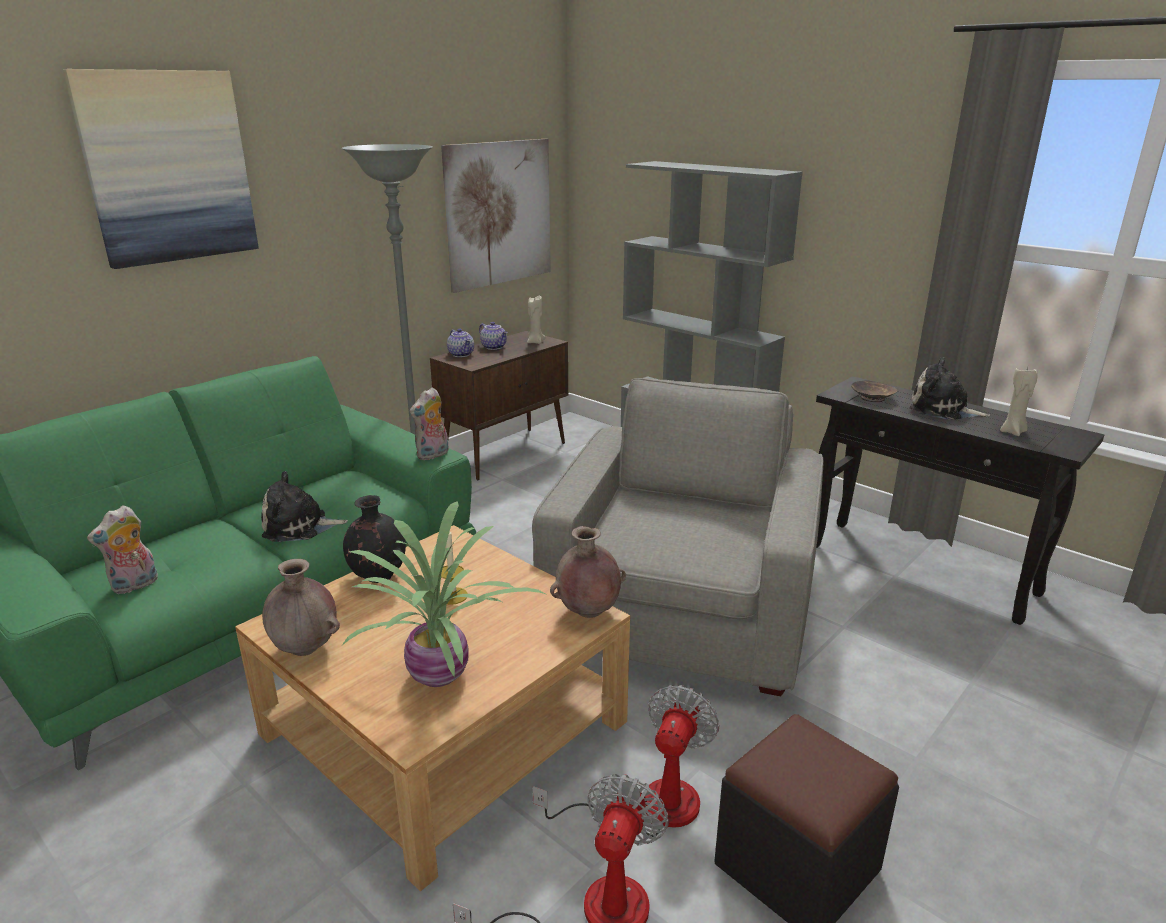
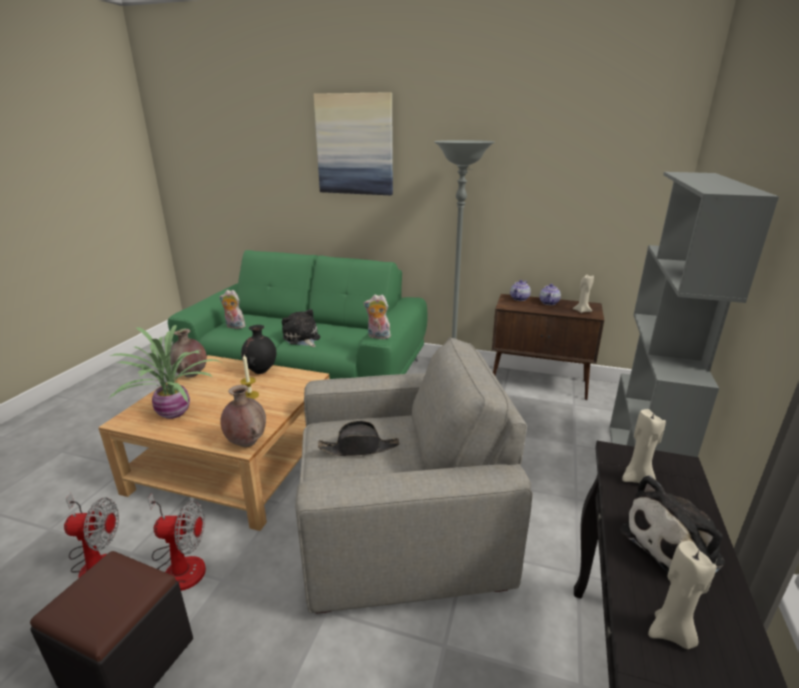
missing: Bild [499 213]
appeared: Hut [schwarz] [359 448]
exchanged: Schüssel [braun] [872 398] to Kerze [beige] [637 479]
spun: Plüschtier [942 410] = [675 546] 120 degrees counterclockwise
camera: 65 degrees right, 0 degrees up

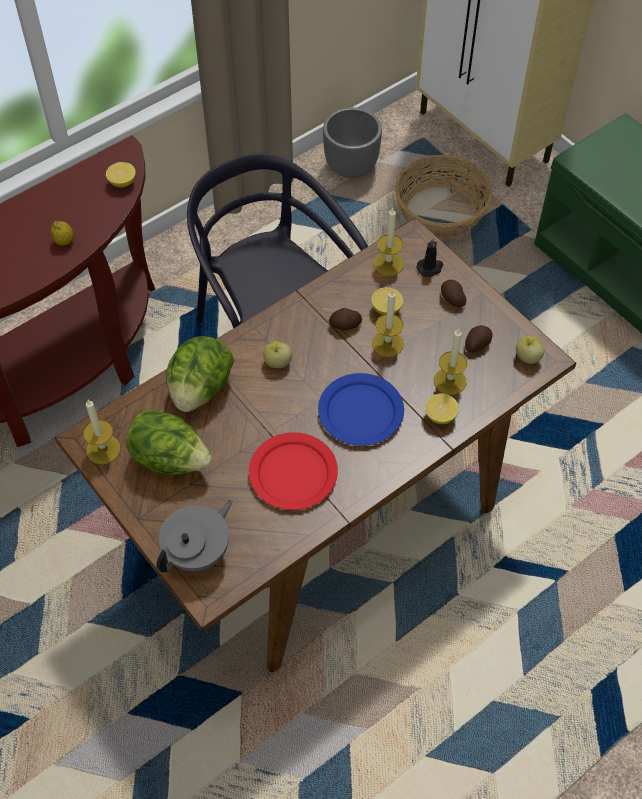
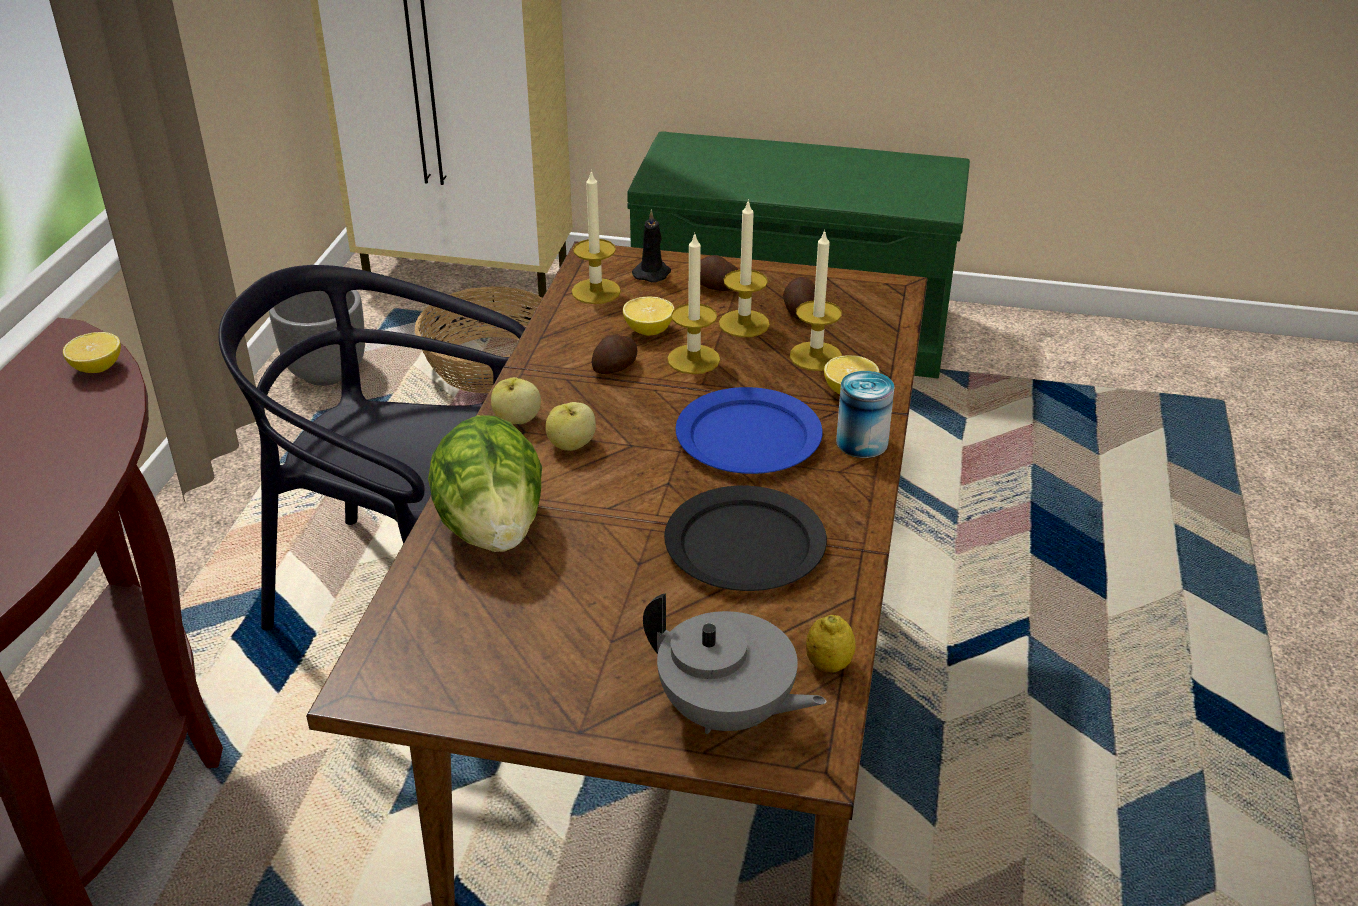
missing: Salatkopf [170 459]
appeared: Dose [862 442]
relocated: Zitrone [64 241] to [828 664]; Kerze [103 449] to [744 323]; Apfel [527 357] to [516 420]
colour: Teller [rot] [292 473] to Teller [schwarz] [743 545]
spun: Teekanne [grau] [198 551] = [727 712] 120 degrees clockwise
camera: 40 degrees left, 20 degrees down

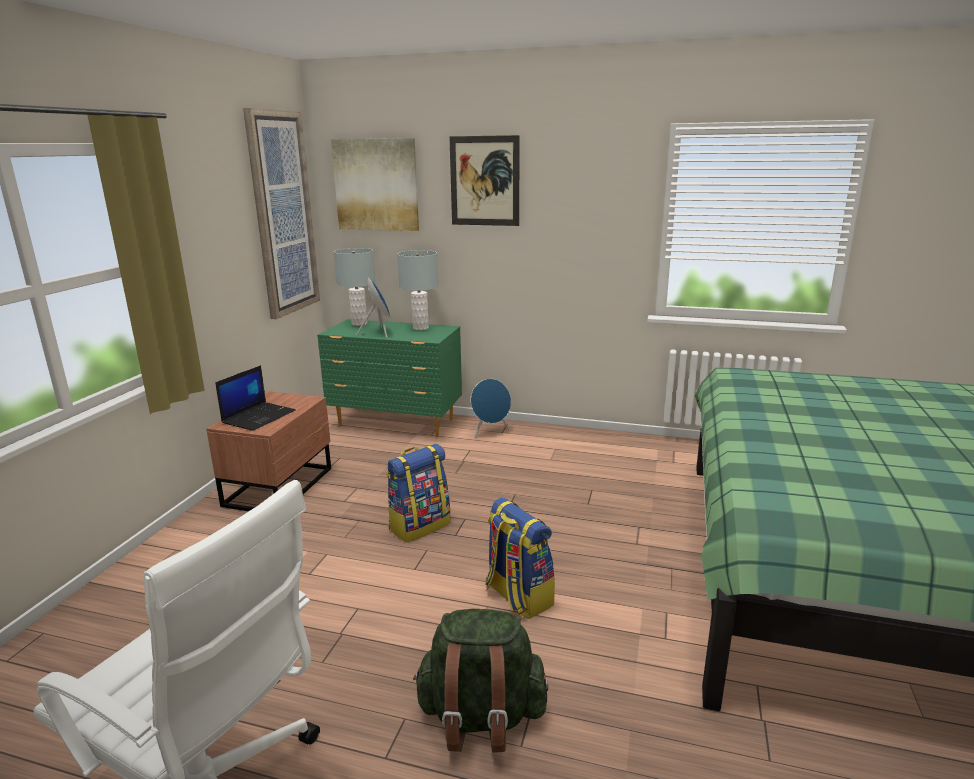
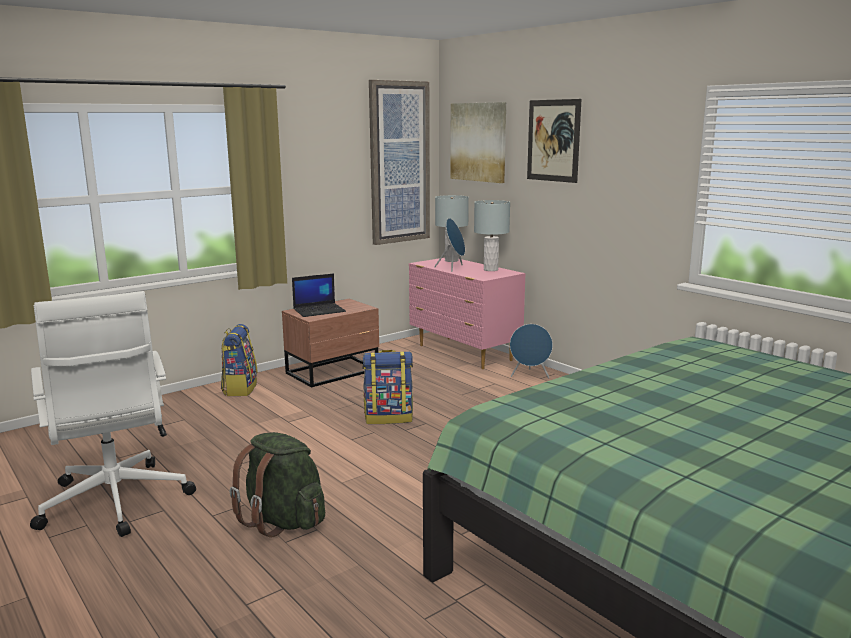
relocated: Rucksack [517 596] to [240 388]
colour: Kommode [grün] [396 423] to Kommode [rosa] [464 353]
camera: 35 degrees right, 5 degrees down

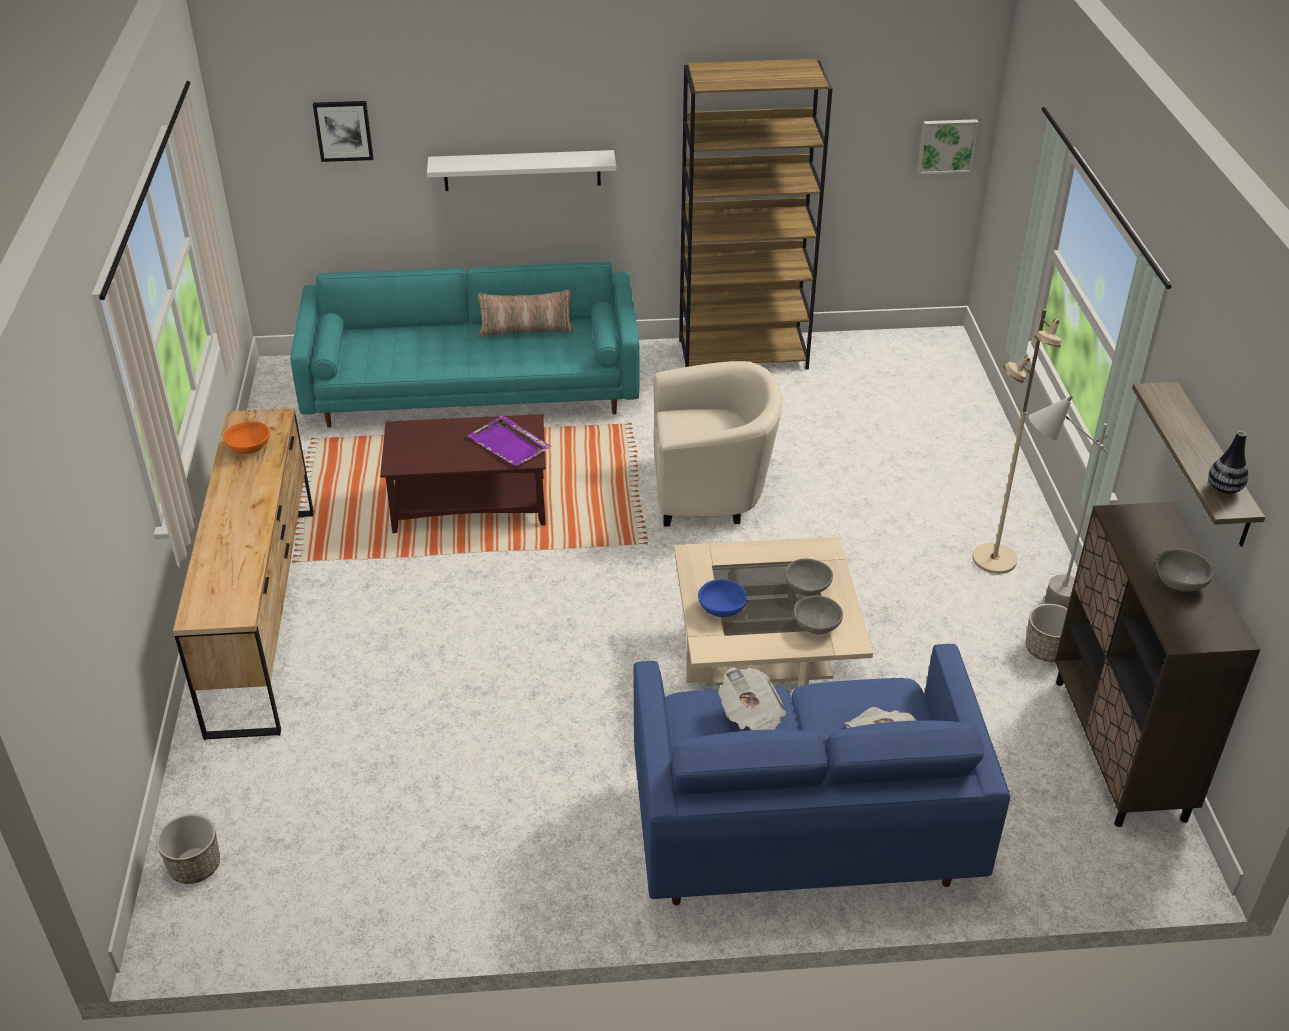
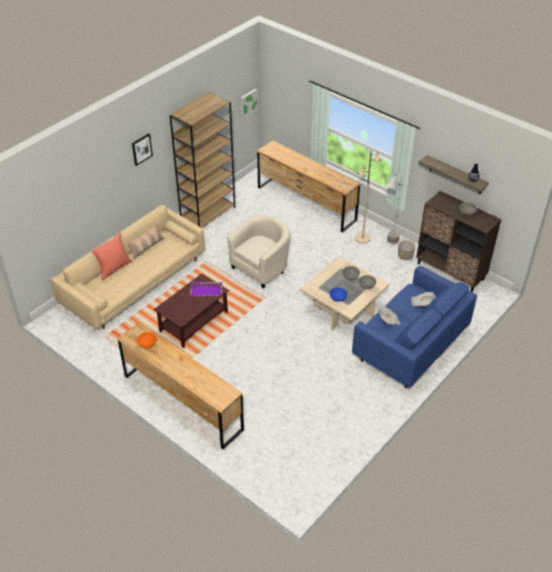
missing: Pflanzkübel [195 866]; Wandregal [weiß] [522 170]
appeared: Kissen [rot] [114 268]; Kommode [braun] [306 204]
relocated: Bild [343 130] to [141 149]
colour: Sofa [türkis] [473 388] to Sofa [beige] [134 282]
camera: 45 degrees left, 5 degrees up

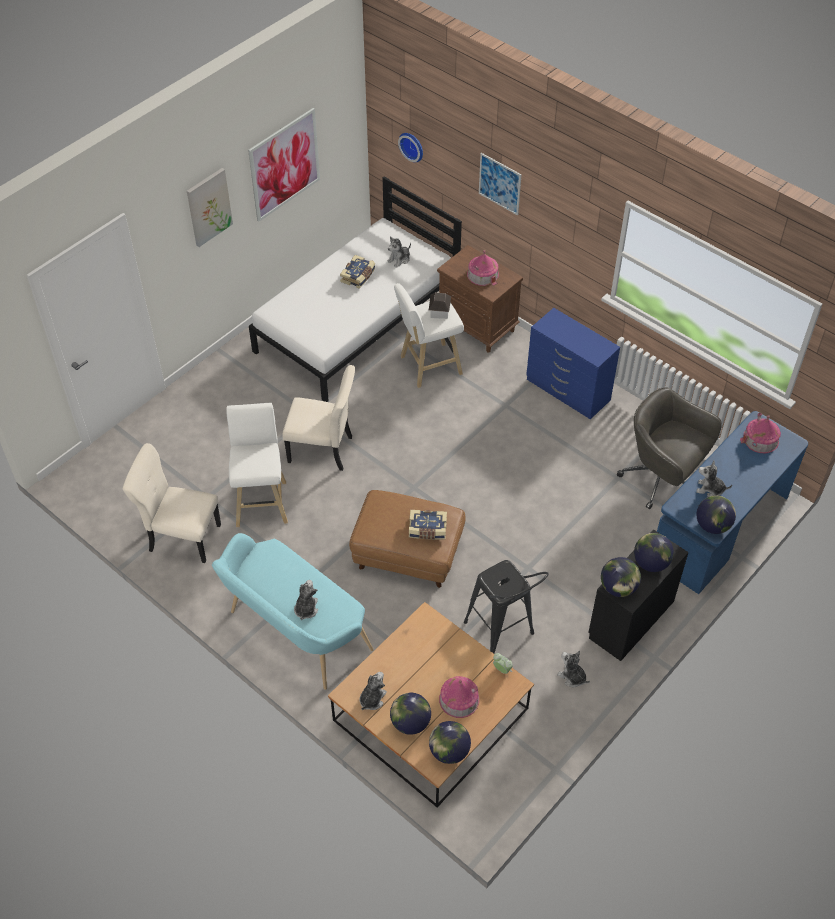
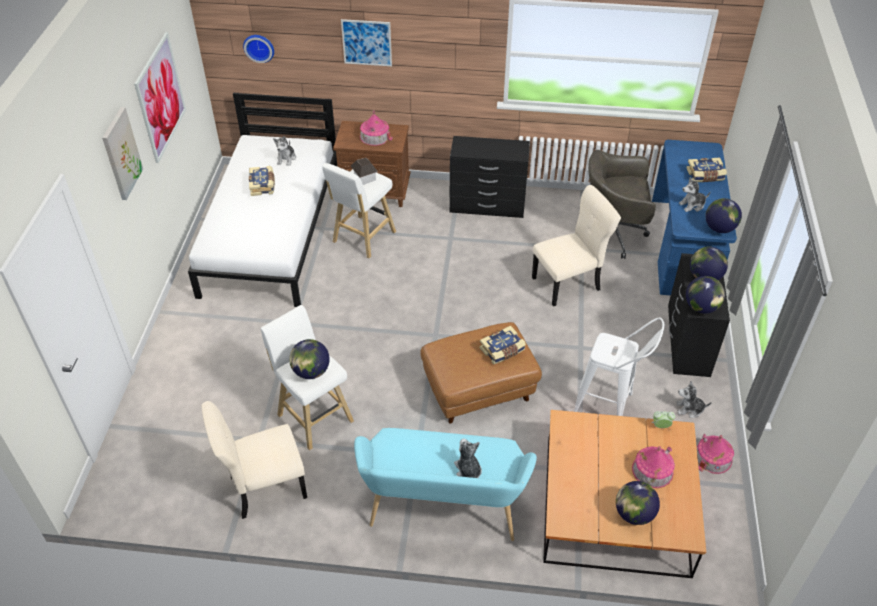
missing: Plüschtier [372 699]
appeared: Buch [705 175]
relocated: Stuhl [beige] [323 450] to [568 283]; Globus [449 751] to [311 371]; Spielzeughaus [760 439] to [712 457]
colour: Hocker [schwarz] [502 633] to Hocker [weiß] [609 407]; Kommode [blau] [568 390] to Kommode [schwarz] [487 206]
camera: 35 degrees left, 5 degrees down

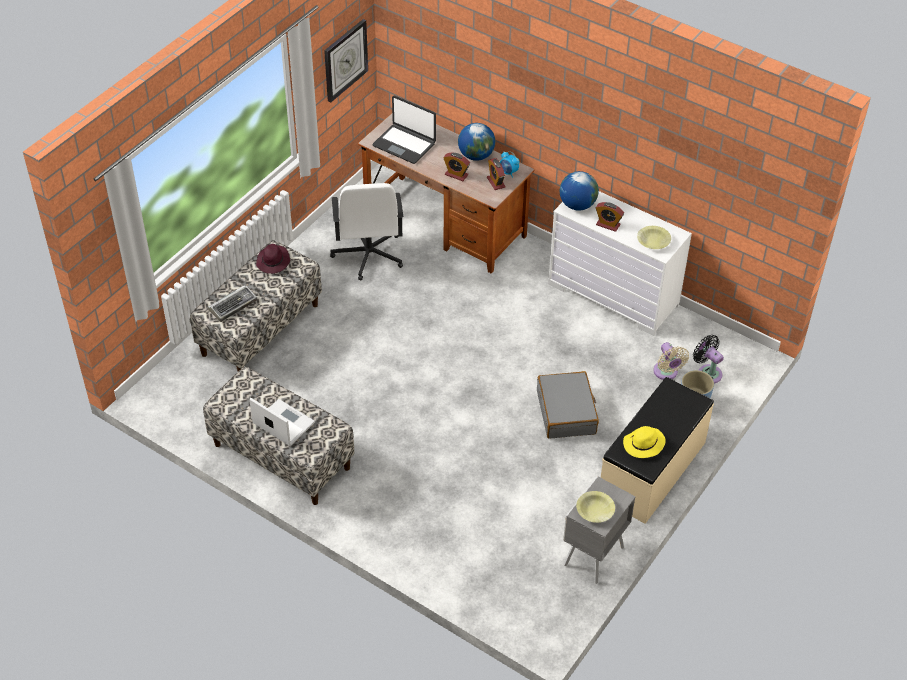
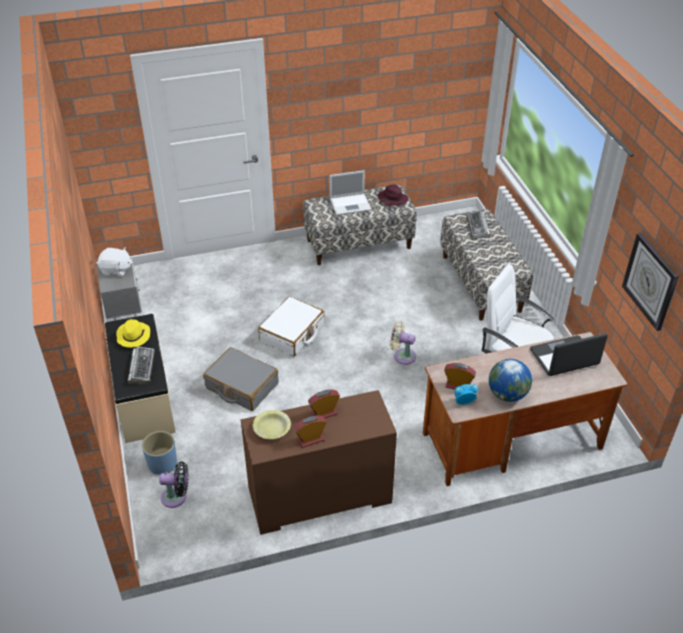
missing: Globus [577 205]
appeared: Tastatur [141 367]; Koffer [weiß] [292 333]
relocated: Hut [lila] [273 262] to [392 199]; Wecker [456 175] to [310 439]; Ventilator [beige] [666 373] to [402 356]
exchanged: Schüssel [gelb] [595 511] to Plüschtier [weiß] [116 270]
colour: Kommode [weiß] [613 295] to Kommode [braun] [319 498]
camera: 130 degrees right, 5 degrees down

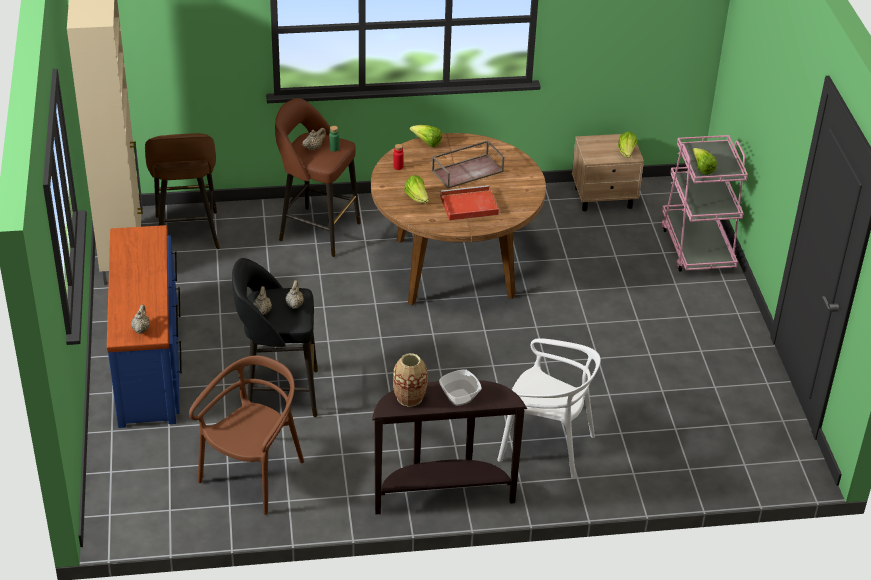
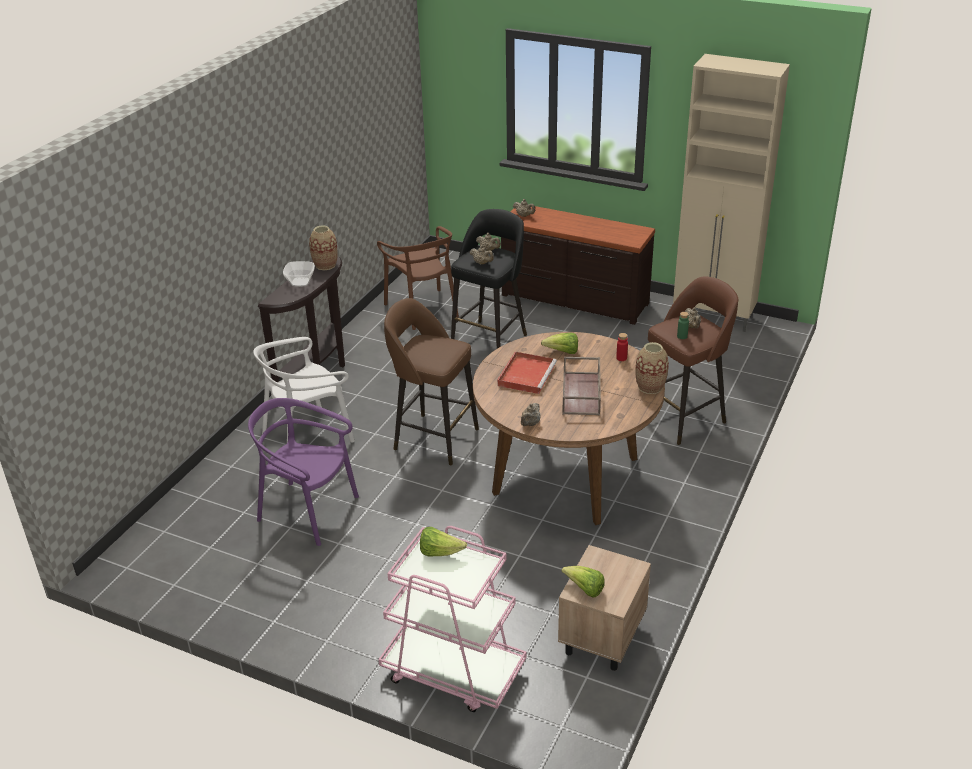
appeared: Stuhl [lila] [308 511]; Teekanne [beige] [530 424]
relocated: Hocker [braun] [187 234] to [434 438]
exchanged: Salatkopf [427 143] to Vase [650 387]
colour: Kommode [blau] [149 363] to Kommode [braun] [574 300]
camera: 125 degrees right, 5 degrees down

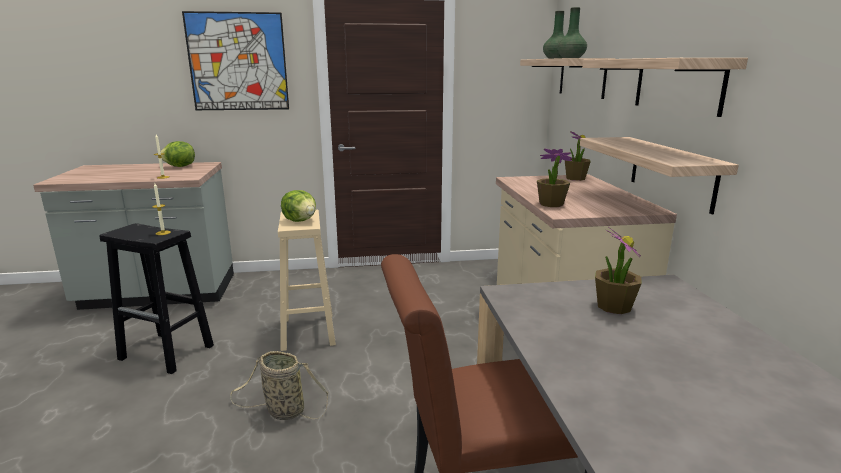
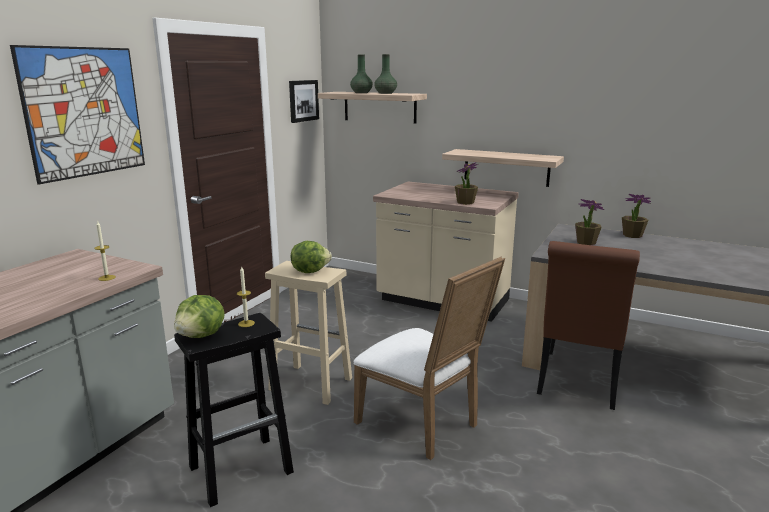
missing: Wandregal [677 85]
appeared: Bild [303 100]
relocated: Salatkopf [179 167] to [202 336]; Topfpflanze [575 178] to [632 235]
exchanged: Korb [282 411] to Stuhl [weiß] [423 425]
camera: 55 degrees left, 0 degrees up

